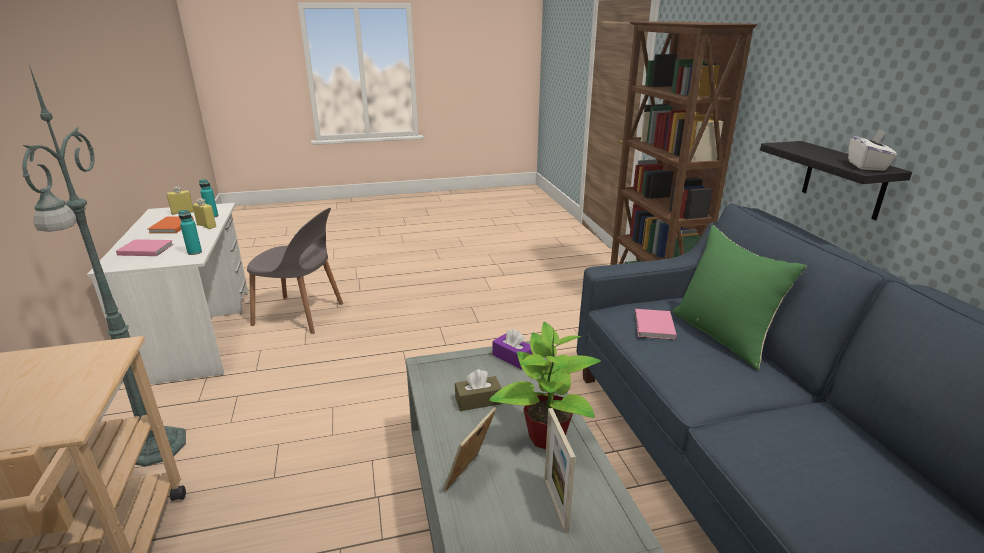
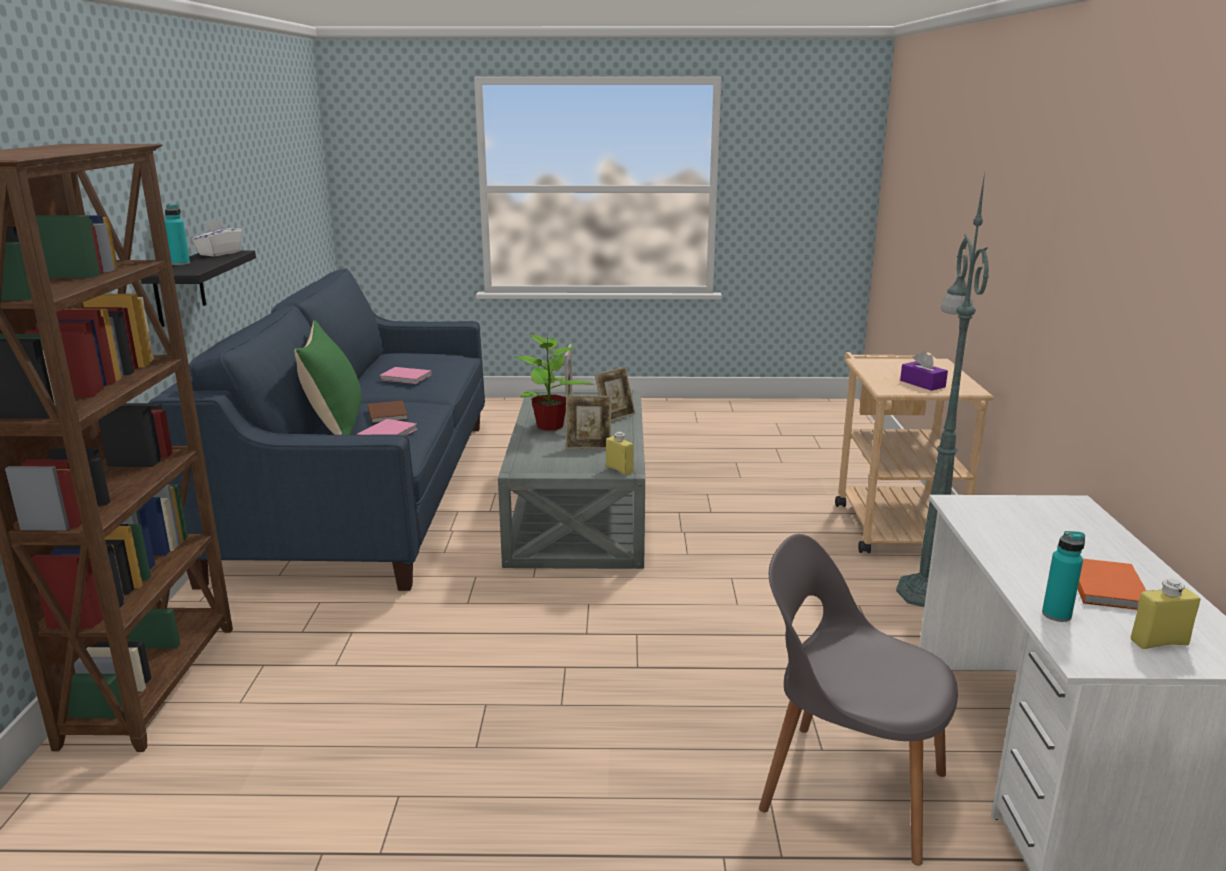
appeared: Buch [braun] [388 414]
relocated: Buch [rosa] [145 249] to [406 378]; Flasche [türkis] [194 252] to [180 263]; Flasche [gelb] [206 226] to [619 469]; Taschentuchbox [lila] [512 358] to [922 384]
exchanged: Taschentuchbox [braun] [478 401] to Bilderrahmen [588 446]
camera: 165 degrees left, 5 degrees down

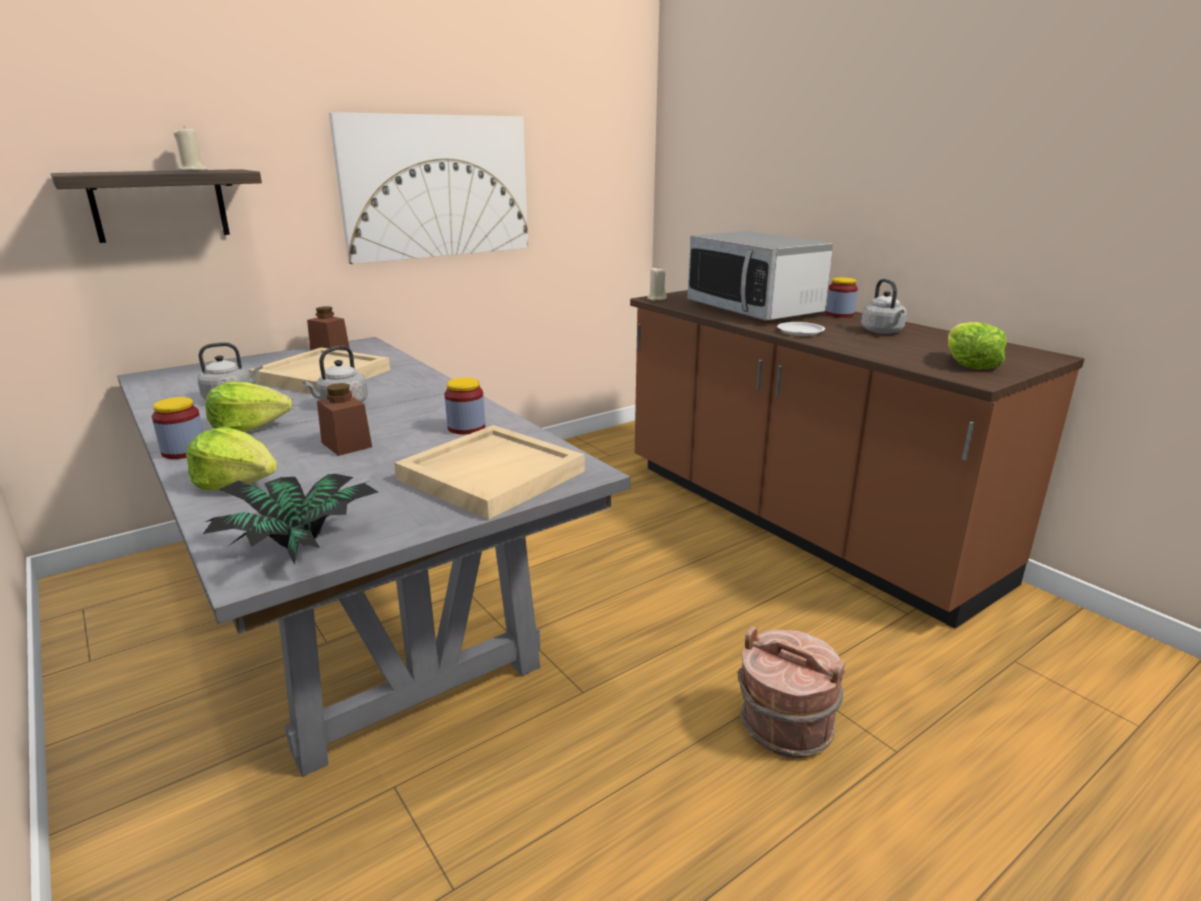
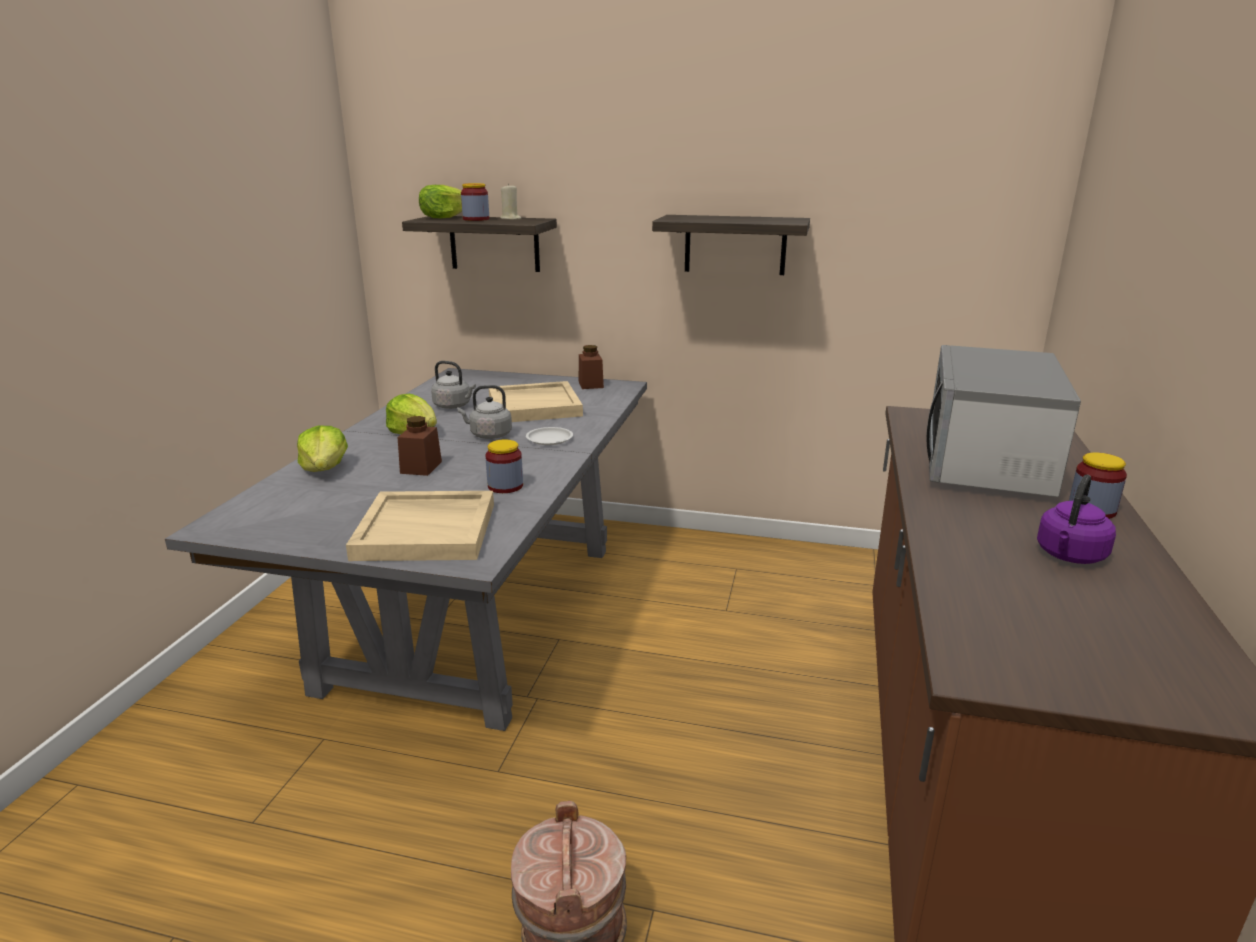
missing: Topfpflanze [303 545]; Kerze [beige] [656 298]
relocated: Vorratsglas [184 451] to [476 219]; Teller [weiß] [800 331] to [550 439]; Salatkopf [968 364] to [444 217]
exchanged: Bild [437 187] to Wandregal [735 245]
colour: Wasserkessel [grau] [883 332] to Wasserkessel [lila] [1069 556]
camera: 50 degrees right, 0 degrees up

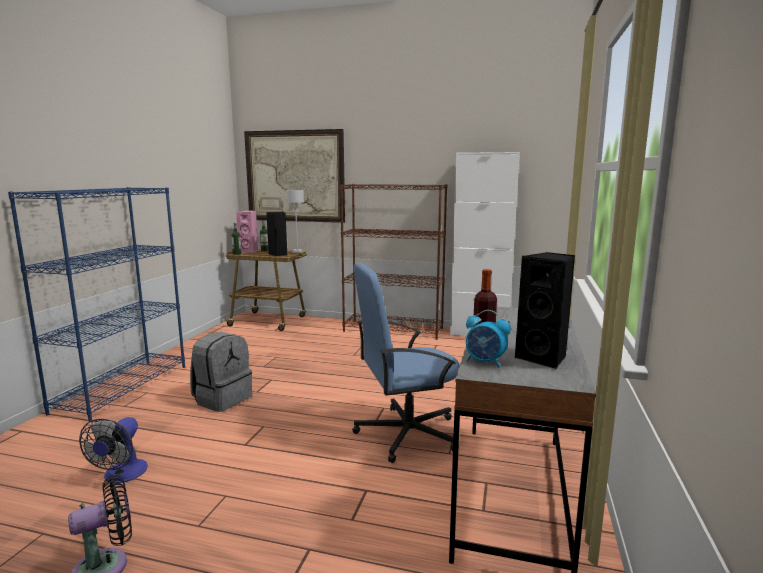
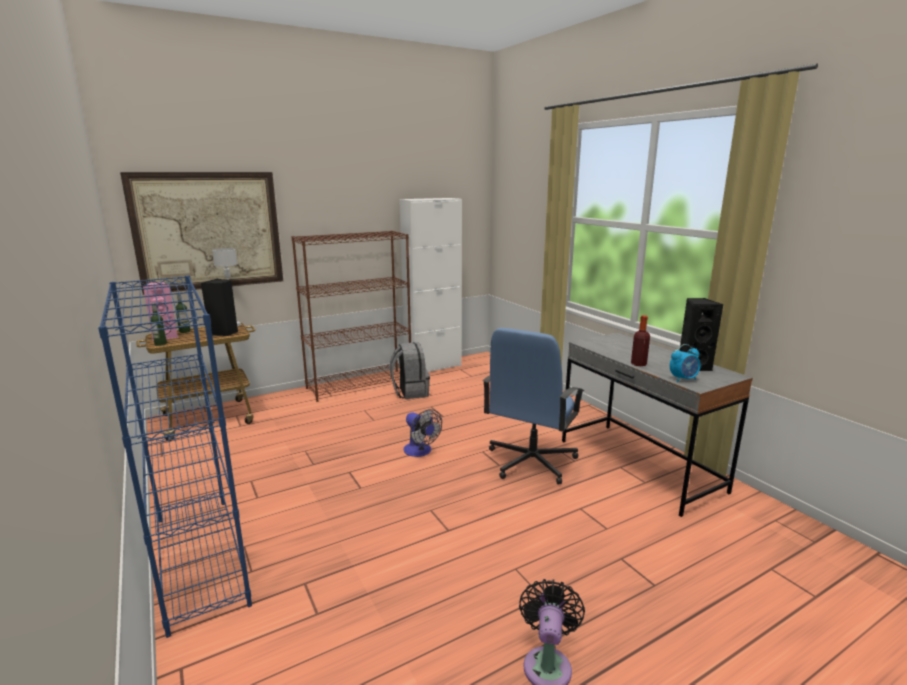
relocated: Ventilator [121 476] to [420 452]; Rucksack [grau] [222 399] to [410 392]
camera: 45 degrees left, 5 degrees up

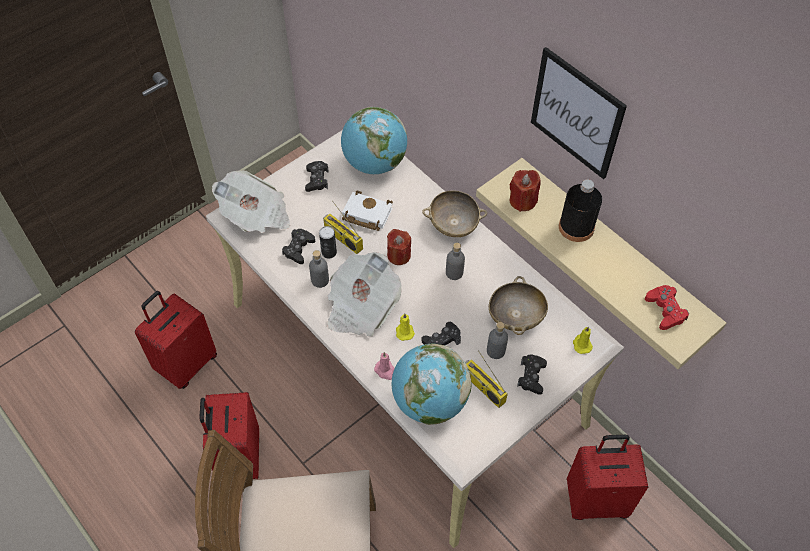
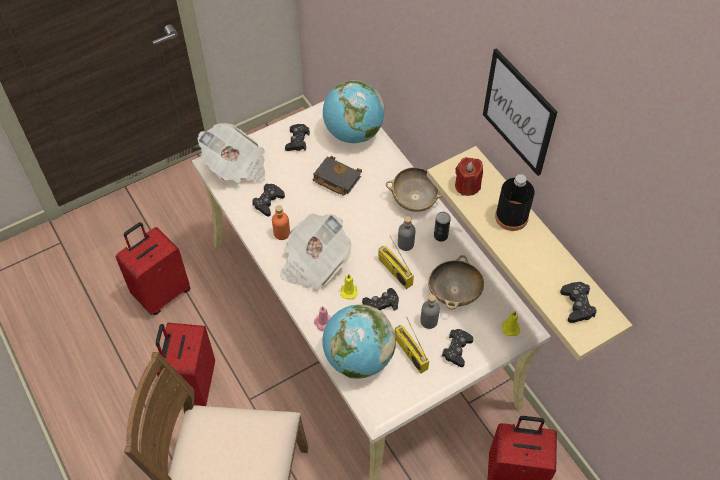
missing: Kerze [rot] [399 255]
relocated: Dose [329 252] to [440 236]; Radio [342 239] to [394 271]
colour: Flasche [grau] [320 280] to Flasche [orange] [282 233]; Buch [weiß] [365 214] to Buch [schwarz] [335 179]; Gamepad [rot] [665 310] to Gamepad [schwarz] [577 305]
camera: 10 degrees right, 0 degrees up

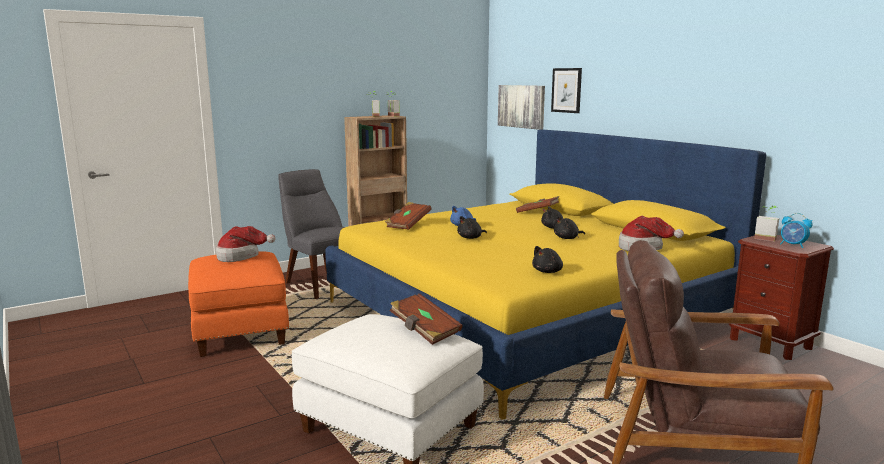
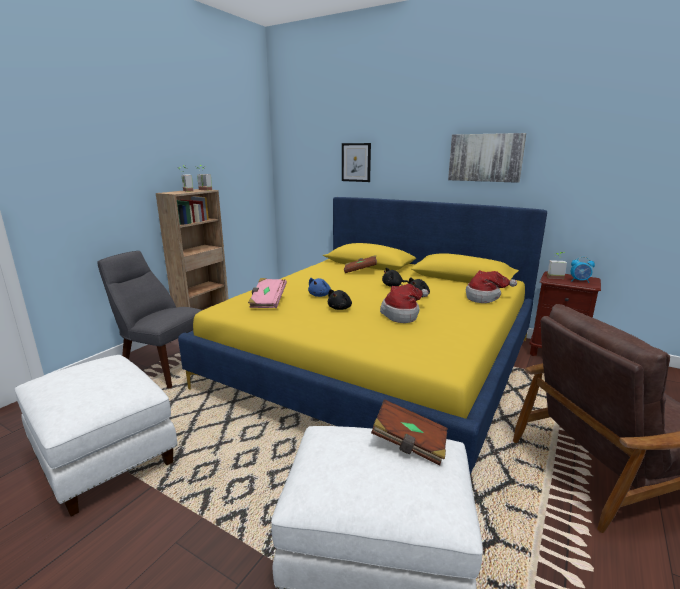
missing: Plüschtier [schwarz] [548 271]
relocated: Hut [241 256] to [403 314]; Bild [521 106] to [485 157]
colour: Polsterhocker [orange] [239 331] to Polsterhocker [weiß] [103 457]; Buch [braun] [408 225] to Buch [rosa] [267 301]
camera: 25 degrees left, 5 degrees up

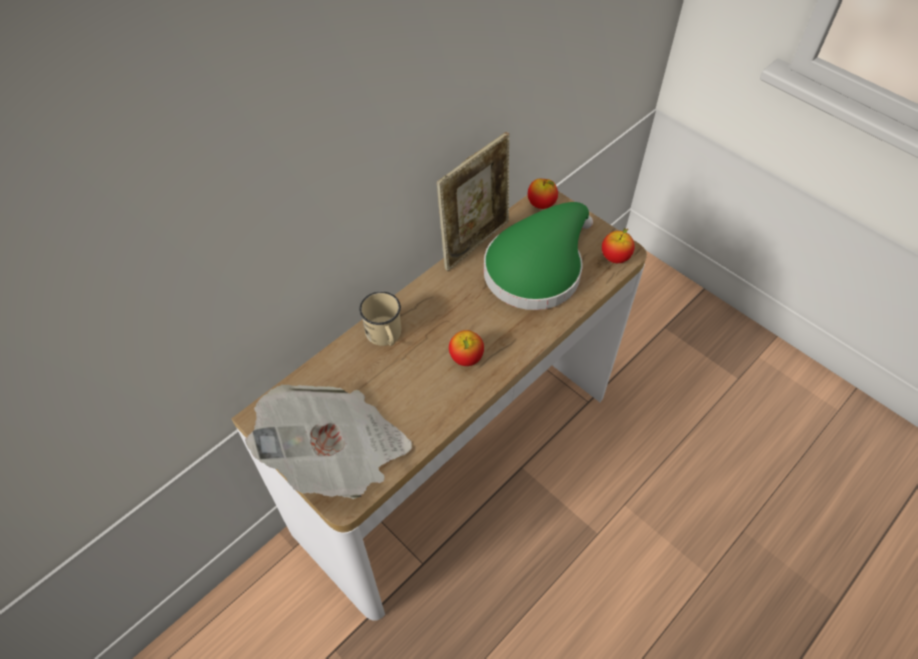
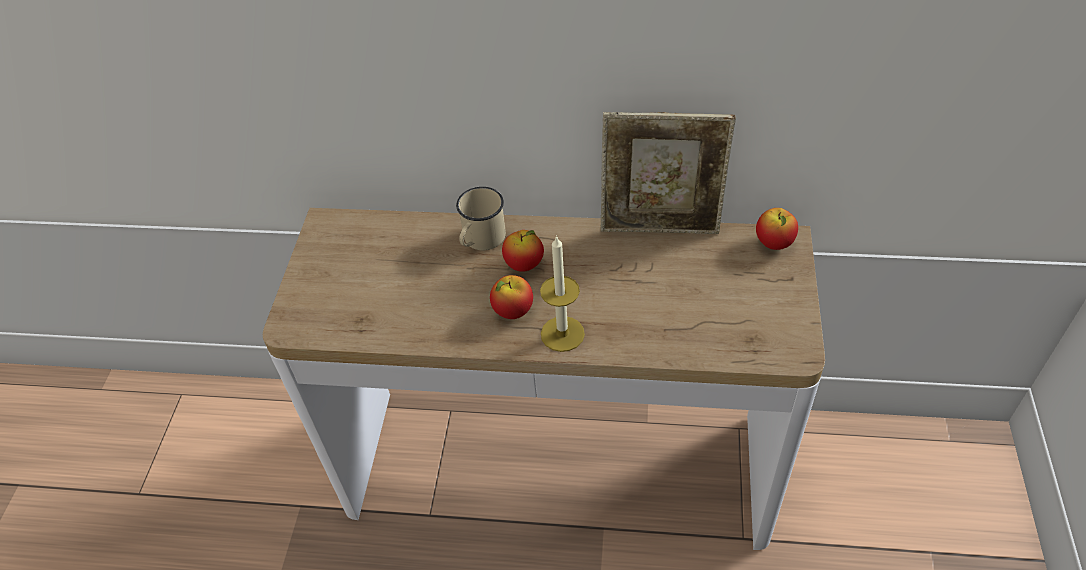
missing: Zeitung [338 454]; Hut [grün] [537 268]
appeared: Kerze [562 334]
relocated: Apfel [615 258] to [524 265]
camera: 55 degrees right, 5 degrees down

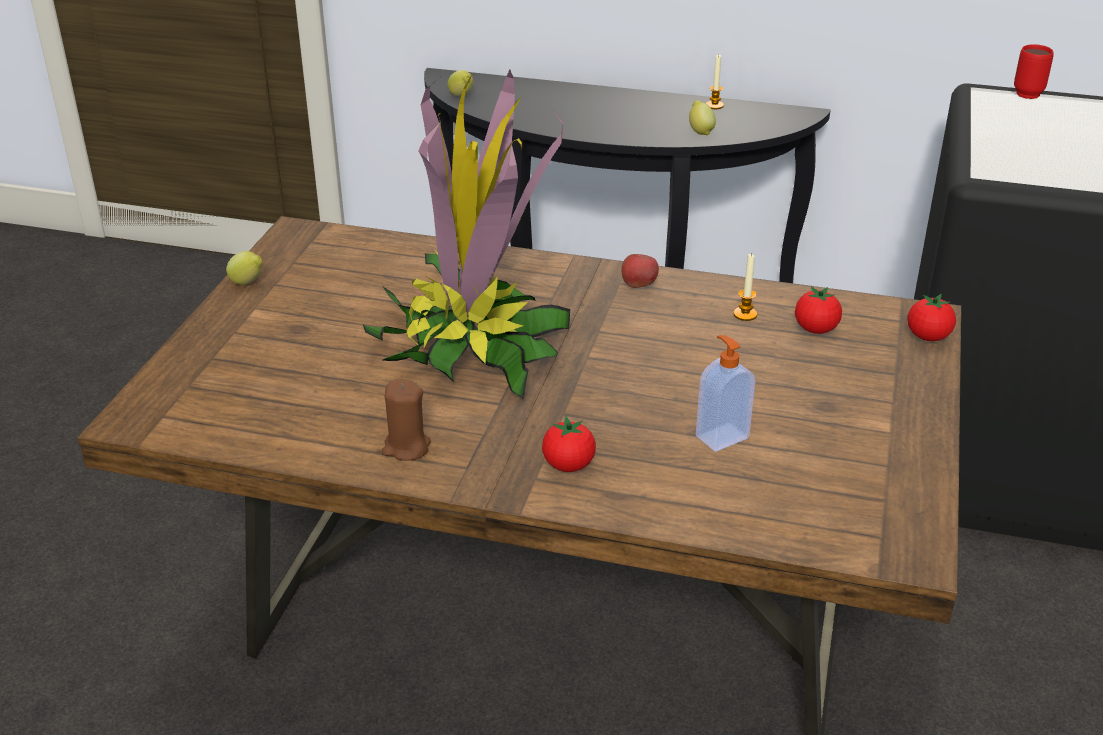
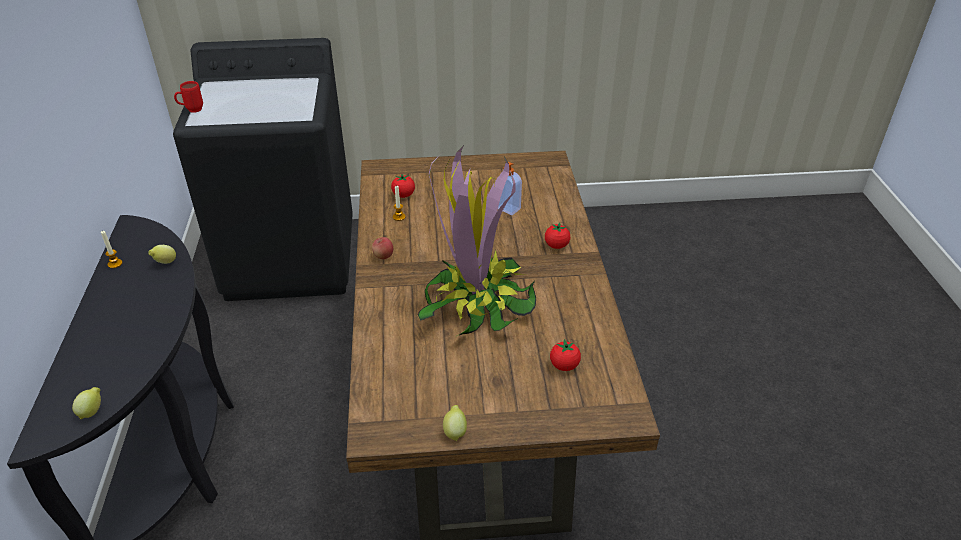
missing: Kerze [braun] [406 447]
relocated: Tomate [928 337] to [564 365]
camera: 110 degrees left, 5 degrees up

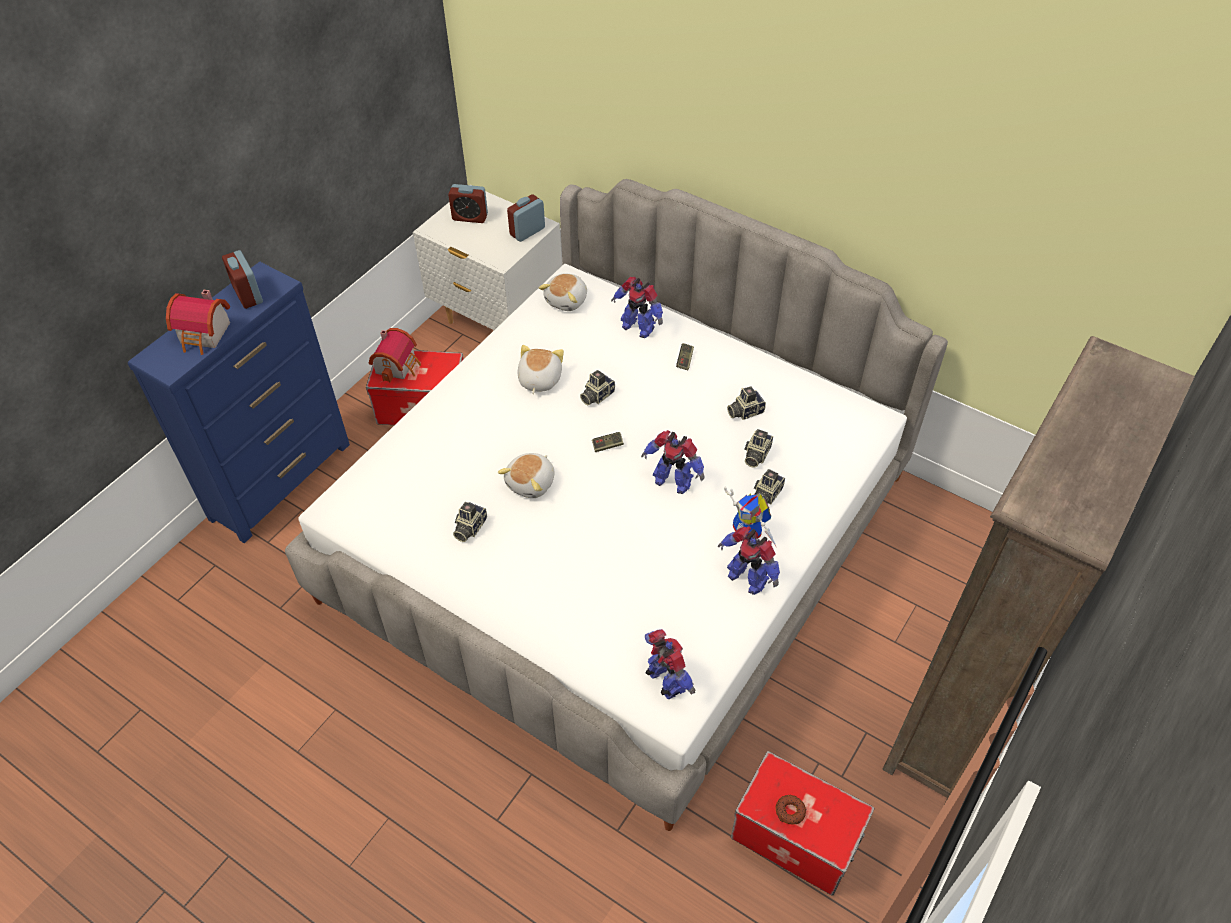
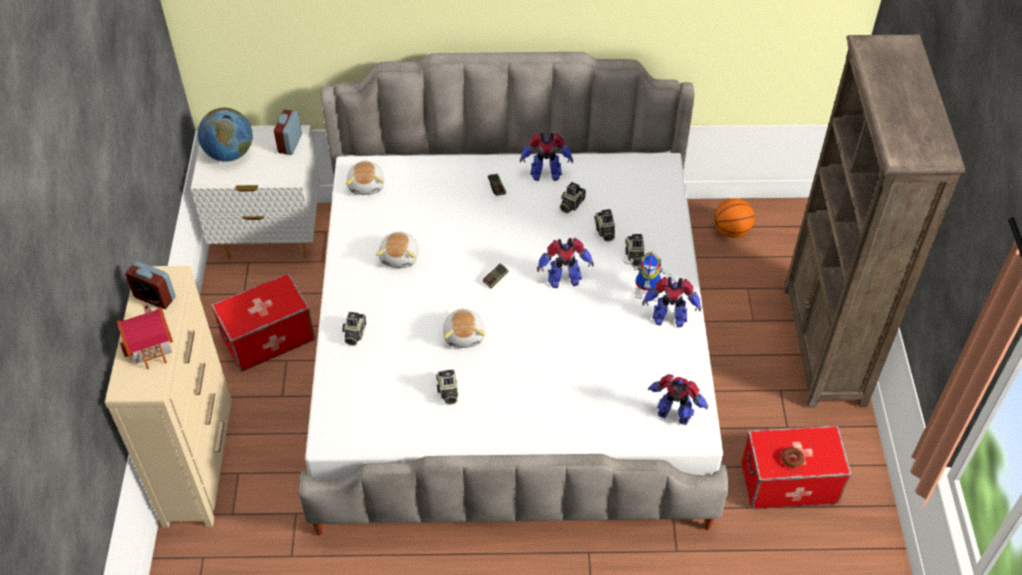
missing: Spielzeughaus [398 365]
appeared: Basketball [731 231]
relocated: Kamera [596 395] to [354 334]; Spielzeugroboter [638 327] to [545 174]
exchanged: Wecker [470 217] to Globus [229 153]
colour: Kommode [blau] [282 480] to Kommode [beige] [198 460]
spun: Plüschtier [539 380] = [400 257] 150 degrees counterclockwise
camera: 35 degrees left, 0 degrees up

